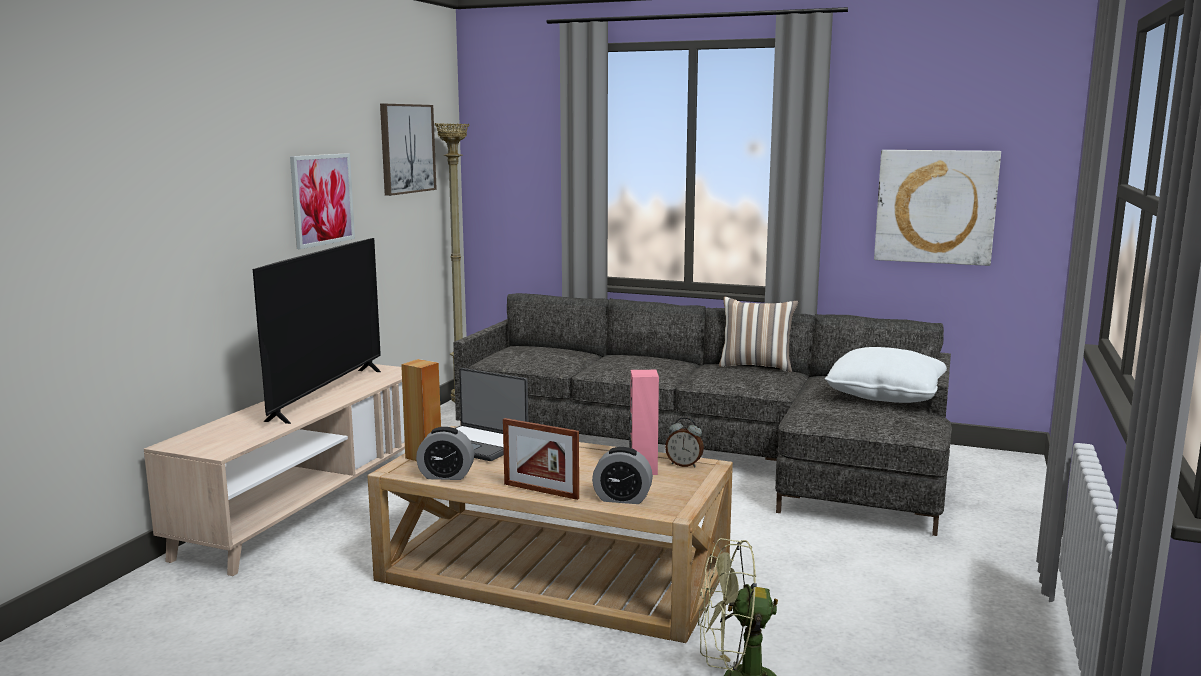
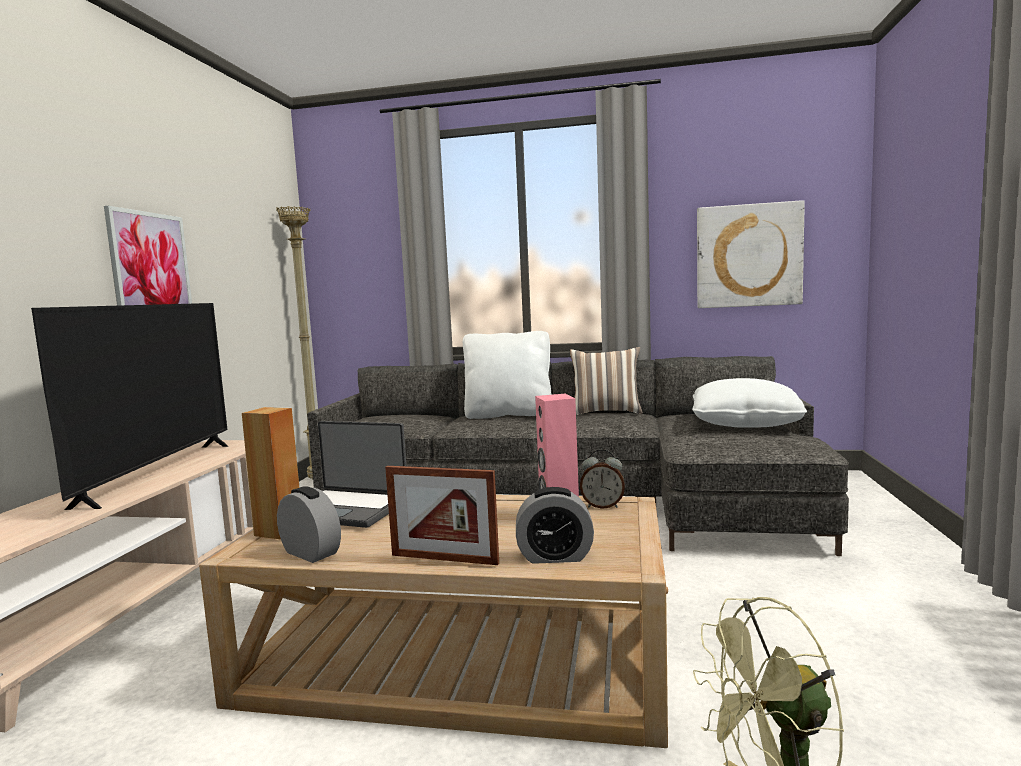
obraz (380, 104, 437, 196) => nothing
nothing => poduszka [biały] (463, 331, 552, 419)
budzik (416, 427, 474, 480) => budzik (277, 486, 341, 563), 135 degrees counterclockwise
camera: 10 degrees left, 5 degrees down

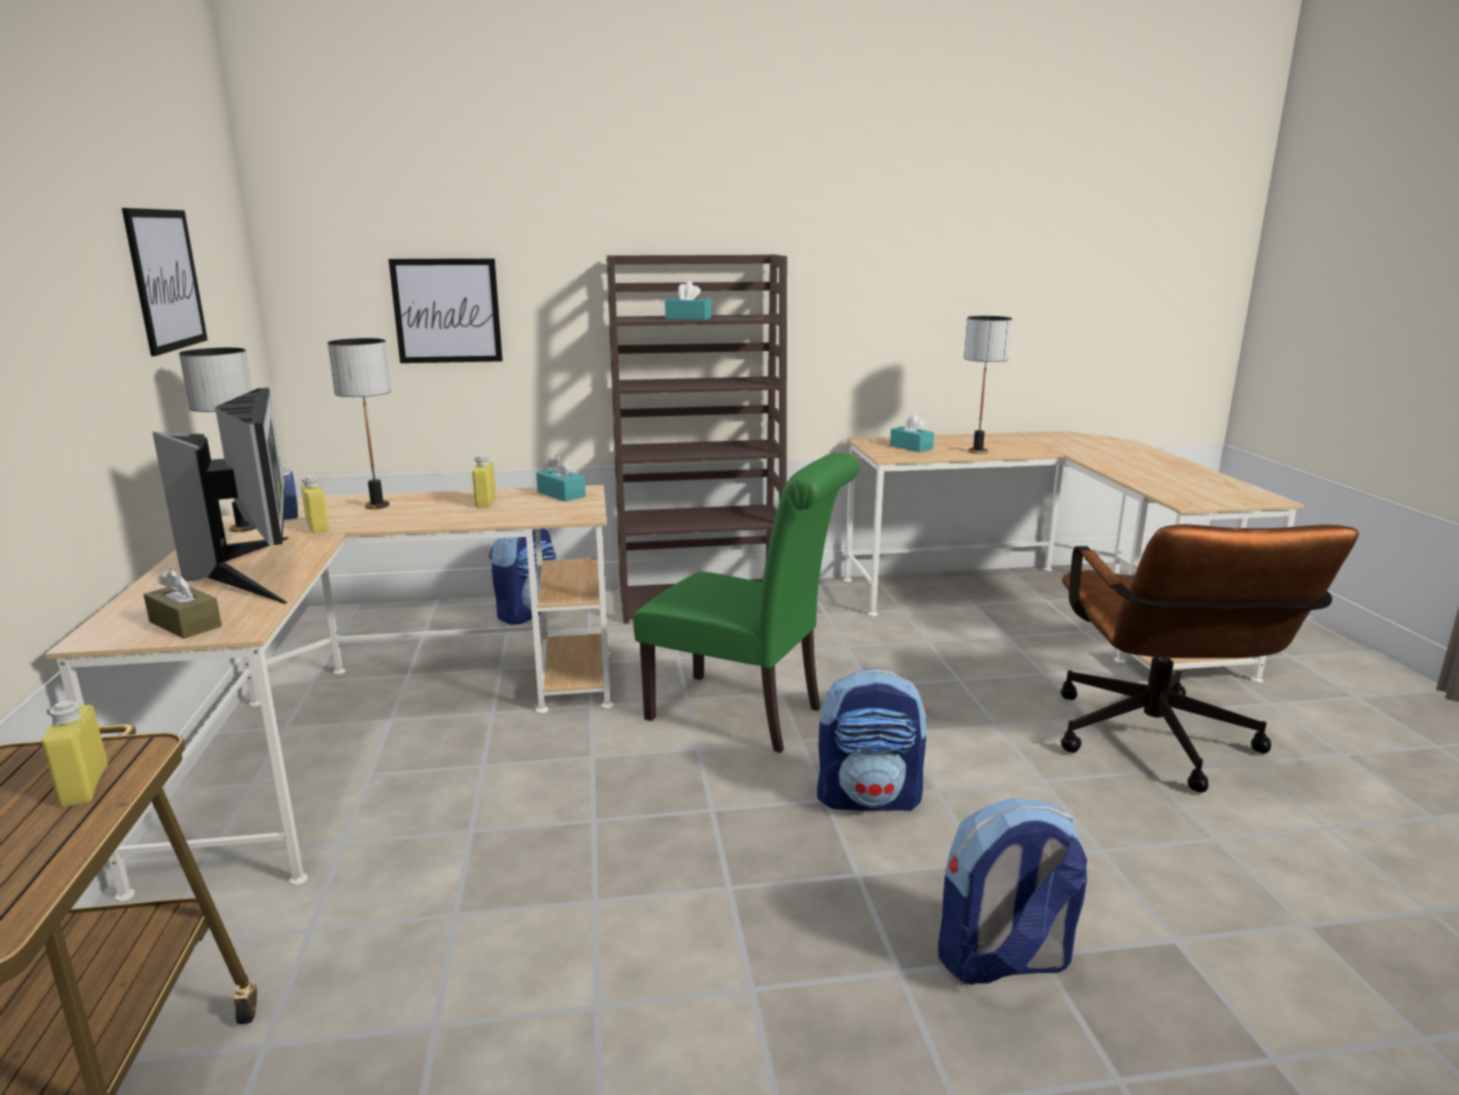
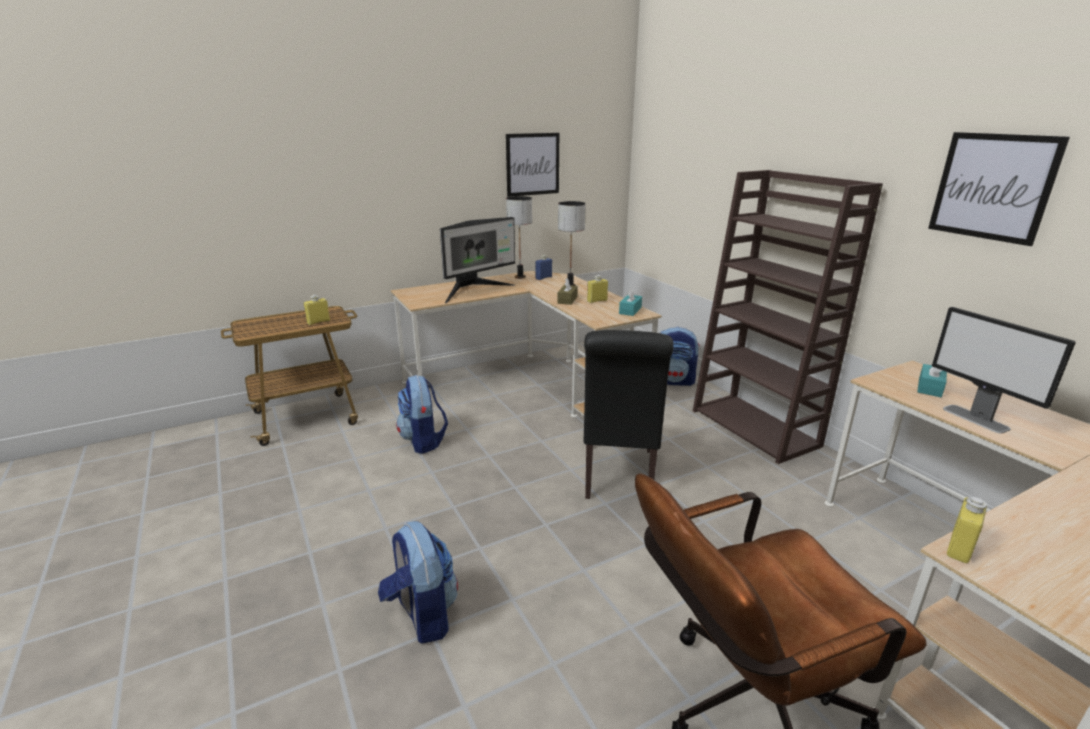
pudełko chusteczek [turkusowy] (665, 281, 711, 320) => nothing
pudełko chusteczek [brązowy] (144, 568, 222, 639) => pudełko chusteczek [brązowy] (558, 278, 578, 305), move
butelka [żółty] (301, 476, 329, 533) => butelka [żółty] (947, 497, 987, 563), move
obraz (389, 259, 503, 363) => obraz (928, 132, 1070, 246), move
plecak (817, 668, 928, 812) => plecak (396, 375, 448, 454), move
lampa stołowa (964, 316, 1012, 454) => monitor (932, 307, 1076, 433)
krzesło [zielony] (633, 452, 860, 753) => krzesło [czarny] (583, 330, 674, 499)
camera: 70 degrees right, 5 degrees up

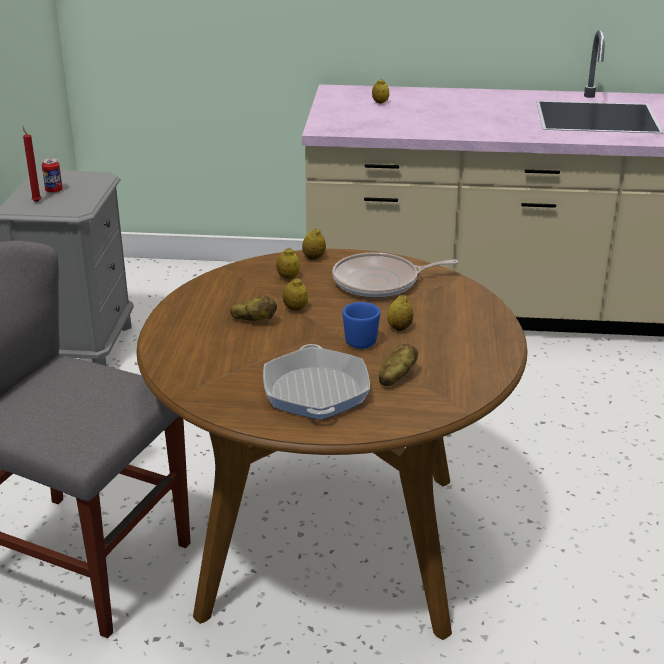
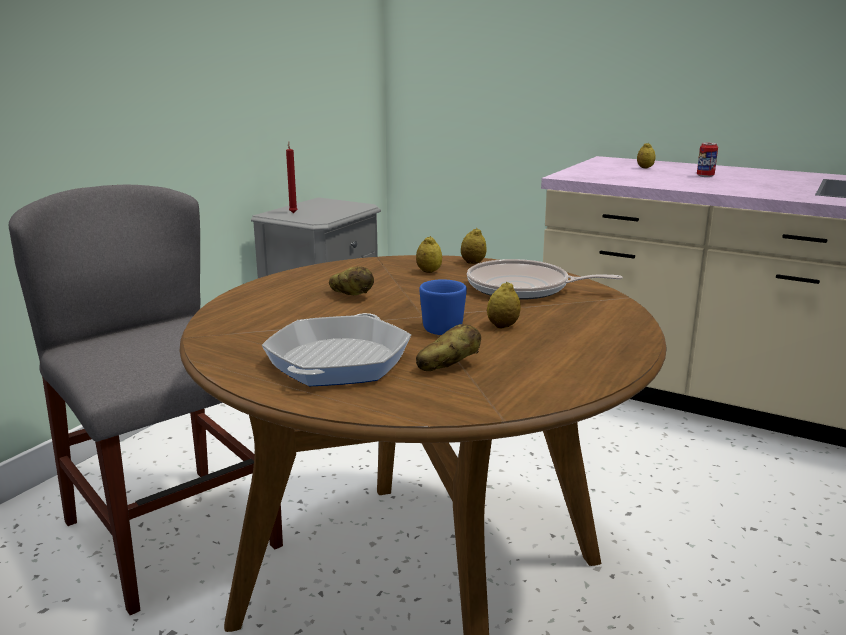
cytryna (283, 278, 308, 311) => nothing
puszka (42, 158, 63, 193) => puszka (697, 142, 718, 177), move
camera: 25 degrees right, 10 degrees down

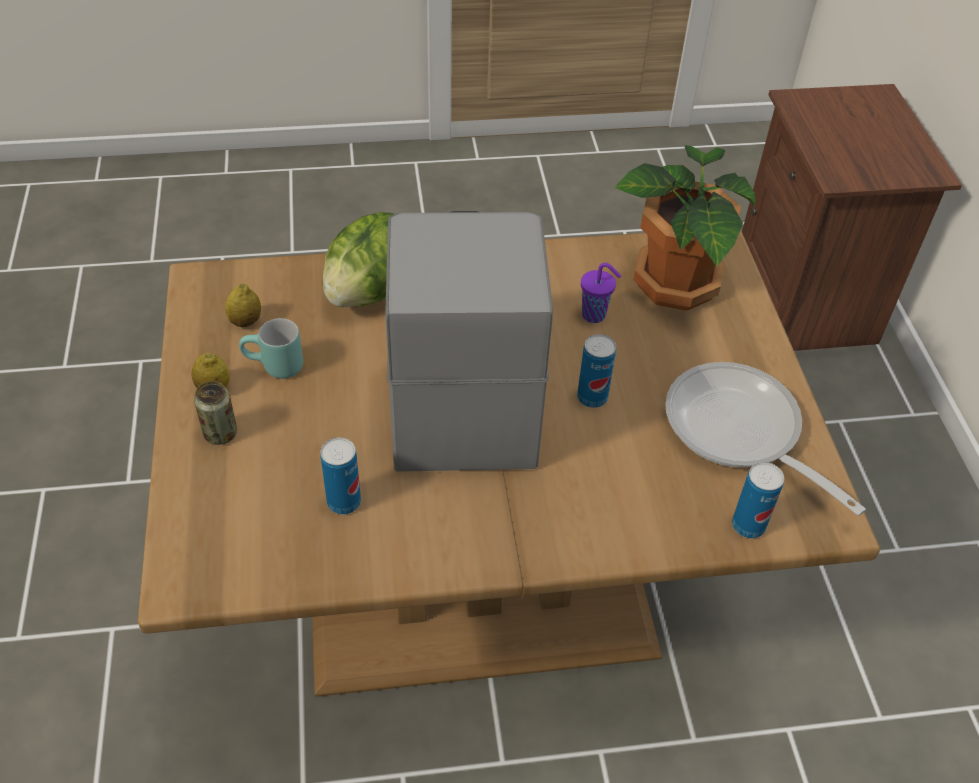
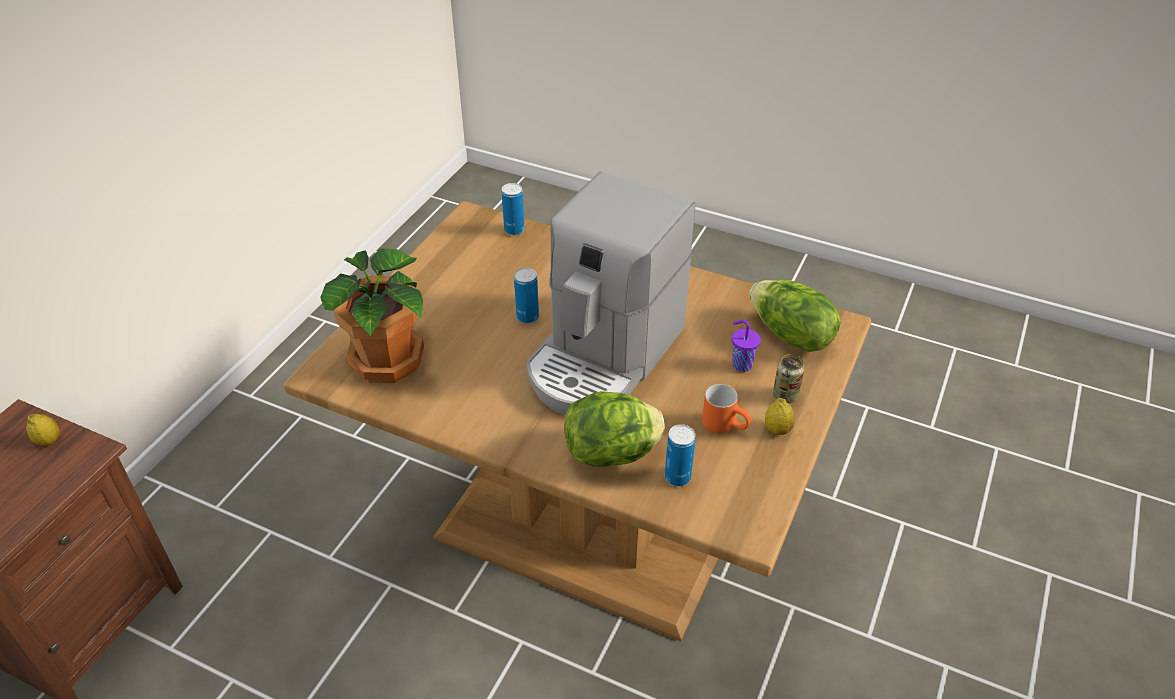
patelnia (665, 362, 866, 516) => nothing
nothing => sałata (749, 280, 841, 352)
cytryna (226, 284, 261, 327) => cytryna (26, 414, 60, 446), move
puszka (320, 437, 361, 515) => puszka (665, 424, 696, 486), move
filiżanka [fioletowy] (581, 263, 621, 323) => filiżanka [fioletowy] (732, 320, 761, 372), move
kubek [turkusowy] (239, 318, 303, 379) => kubek [pomarańczowy] (702, 384, 751, 434)
camera: 145 degrees left, 5 degrees down

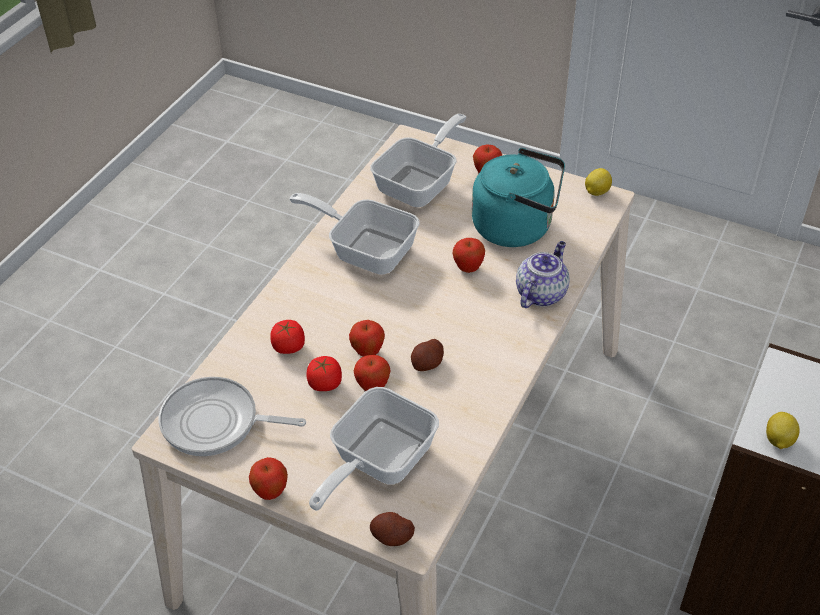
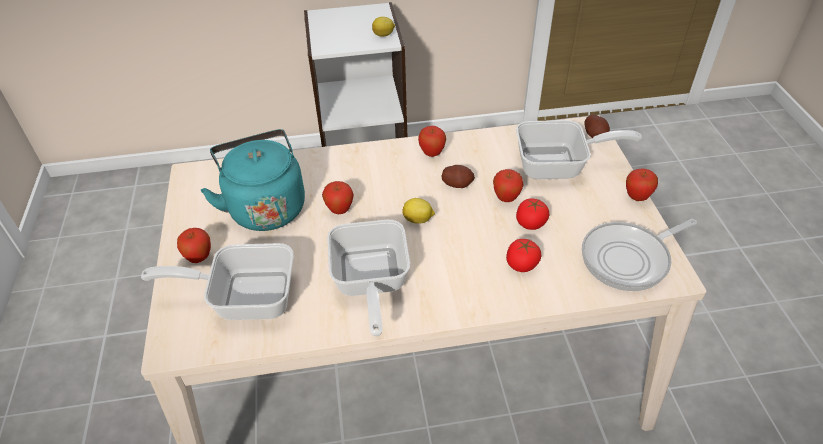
imbryk (516, 241, 570, 308) => nothing
jabłko (349, 320, 385, 357) => jabłko (418, 126, 446, 157), move
cytryna (585, 168, 612, 196) => cytryna (402, 198, 435, 224), move
patelnia (159, 377, 306, 456) => patelnia (582, 219, 697, 291), 90 degrees clockwise
camera: 125 degrees left, 0 degrees up

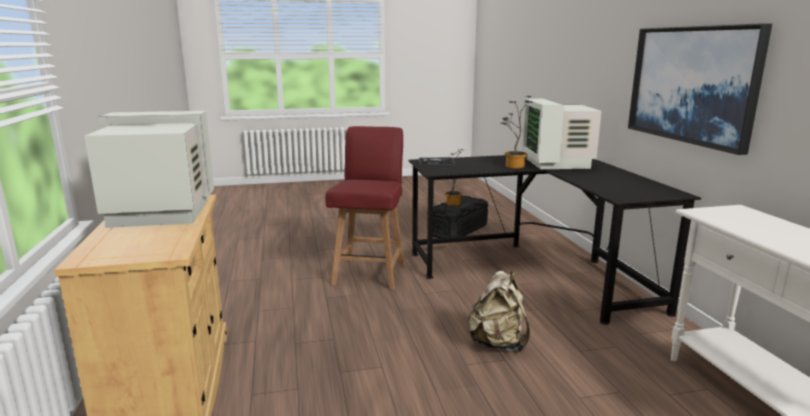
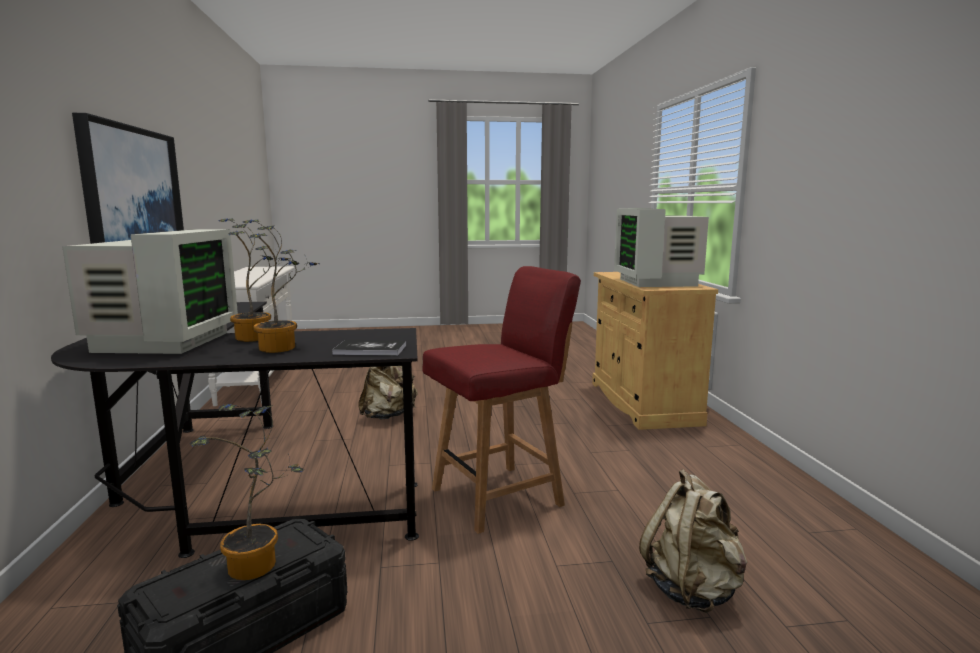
nothing => roślina doniczkowa (243, 220, 320, 353)
nothing => plecak [beżowy] (639, 469, 748, 613)
monitor (84, 111, 214, 228) => monitor (614, 209, 709, 287), 90 degrees clockwise
krzesło [czerwony] (325, 126, 404, 290) => krzesło [czerwony] (422, 266, 581, 534), 135 degrees counterclockwise
camera: 175 degrees left, 5 degrees down

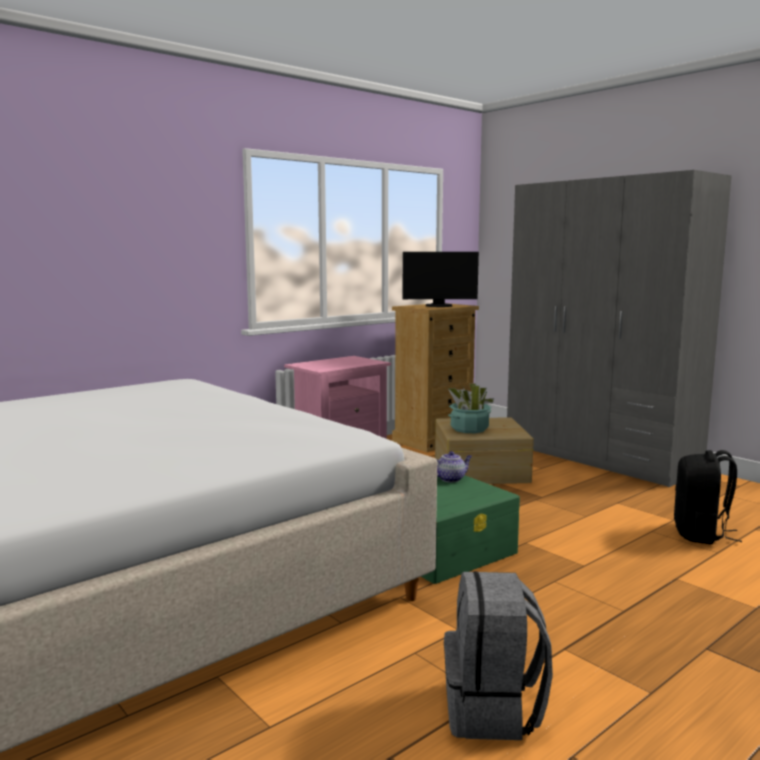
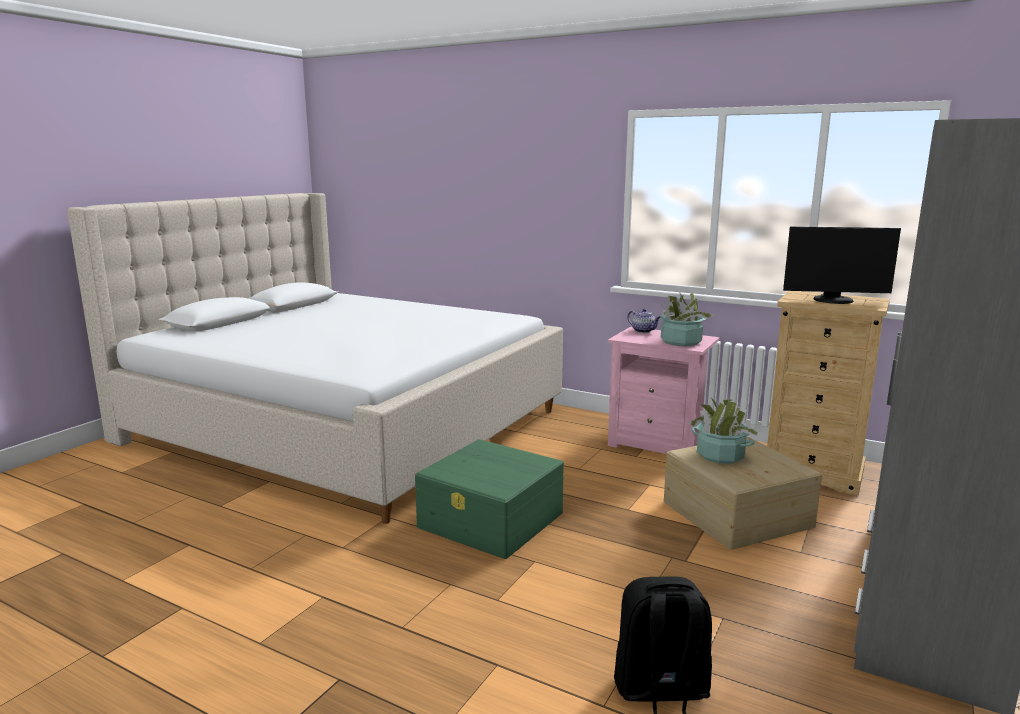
plecak [szary] (444, 571, 553, 740) => nothing
nothing => roślina doniczkowa (660, 292, 715, 346)
imbryk (436, 451, 472, 482) => imbryk (627, 308, 661, 333), move
monitor (402, 252, 479, 307) => monitor (783, 227, 901, 304), 60 degrees counterclockwise
camera: 70 degrees right, 5 degrees up

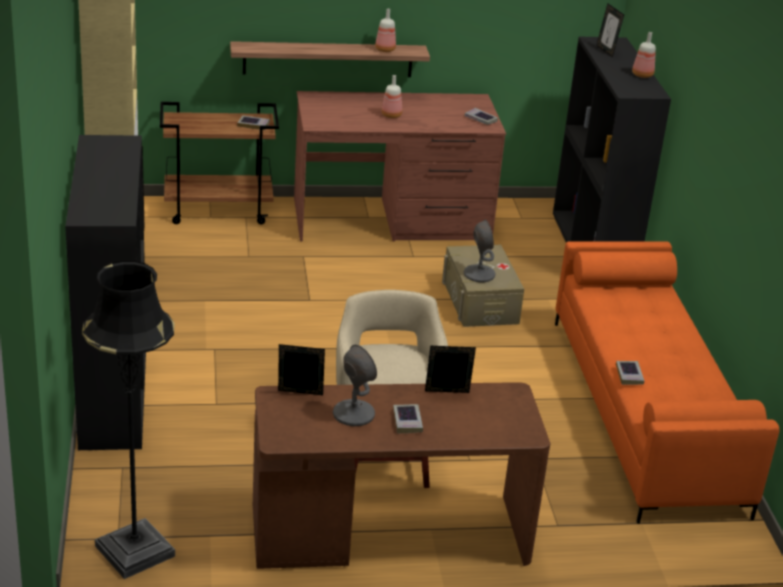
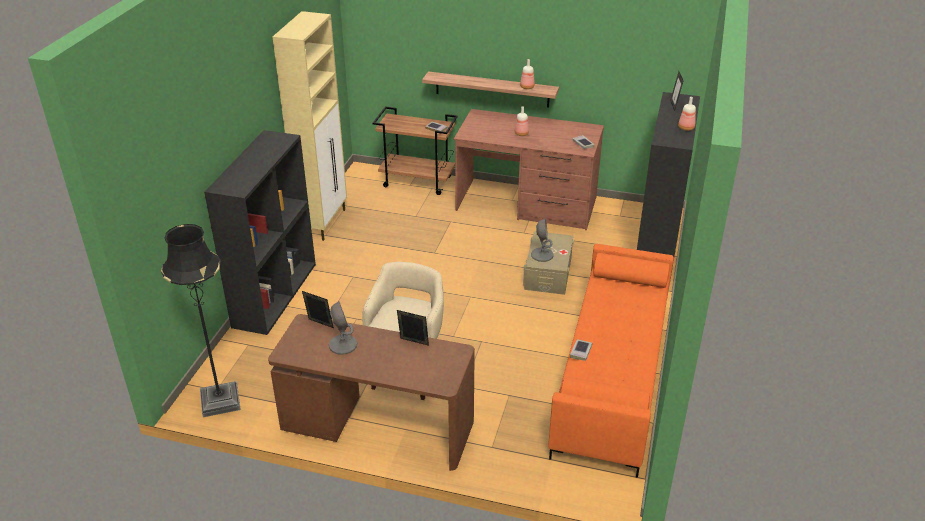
książka (393, 404, 423, 433) => nothing
camera: 25 degrees right, 5 degrees up

